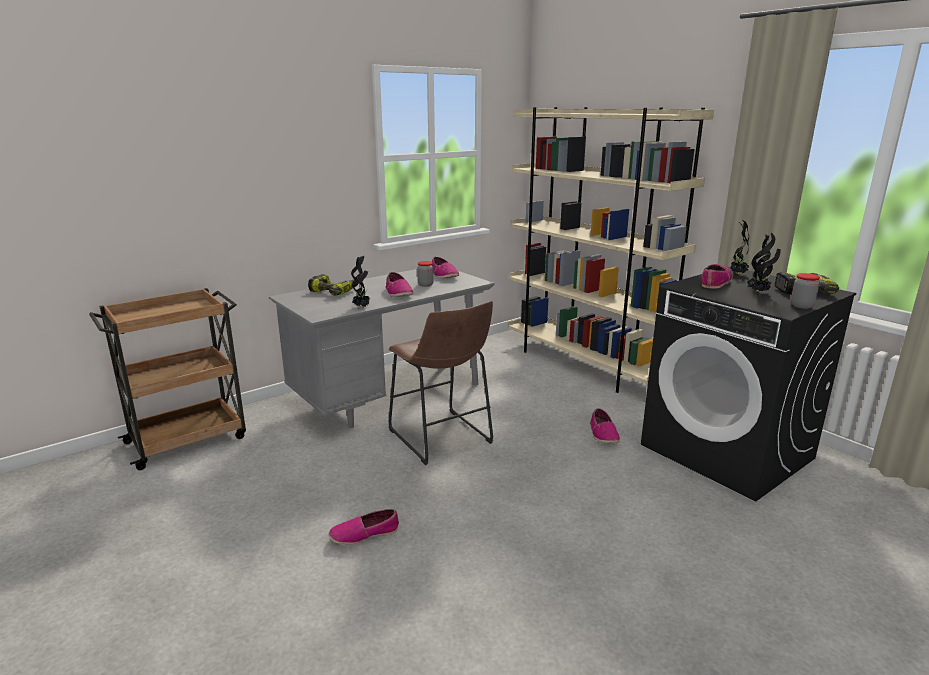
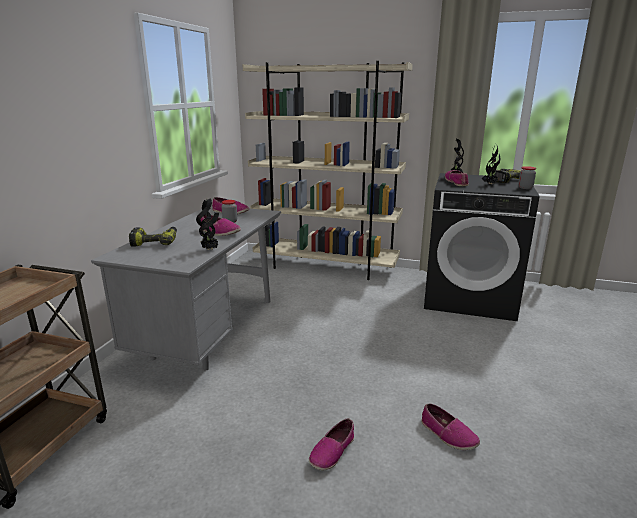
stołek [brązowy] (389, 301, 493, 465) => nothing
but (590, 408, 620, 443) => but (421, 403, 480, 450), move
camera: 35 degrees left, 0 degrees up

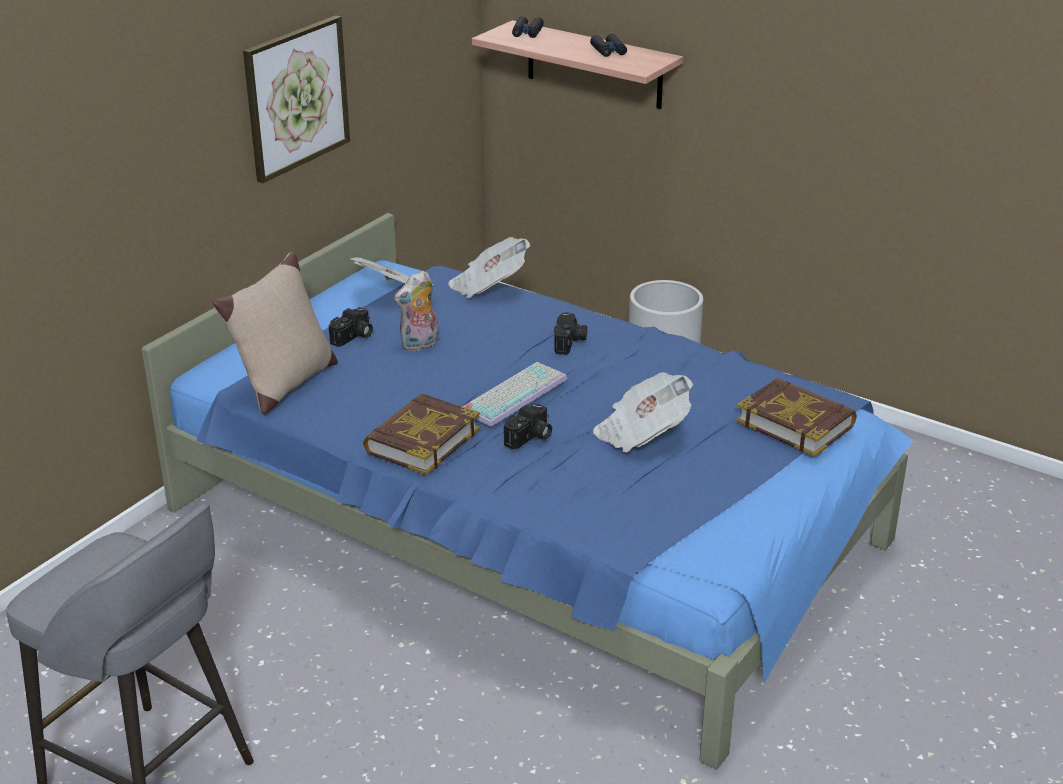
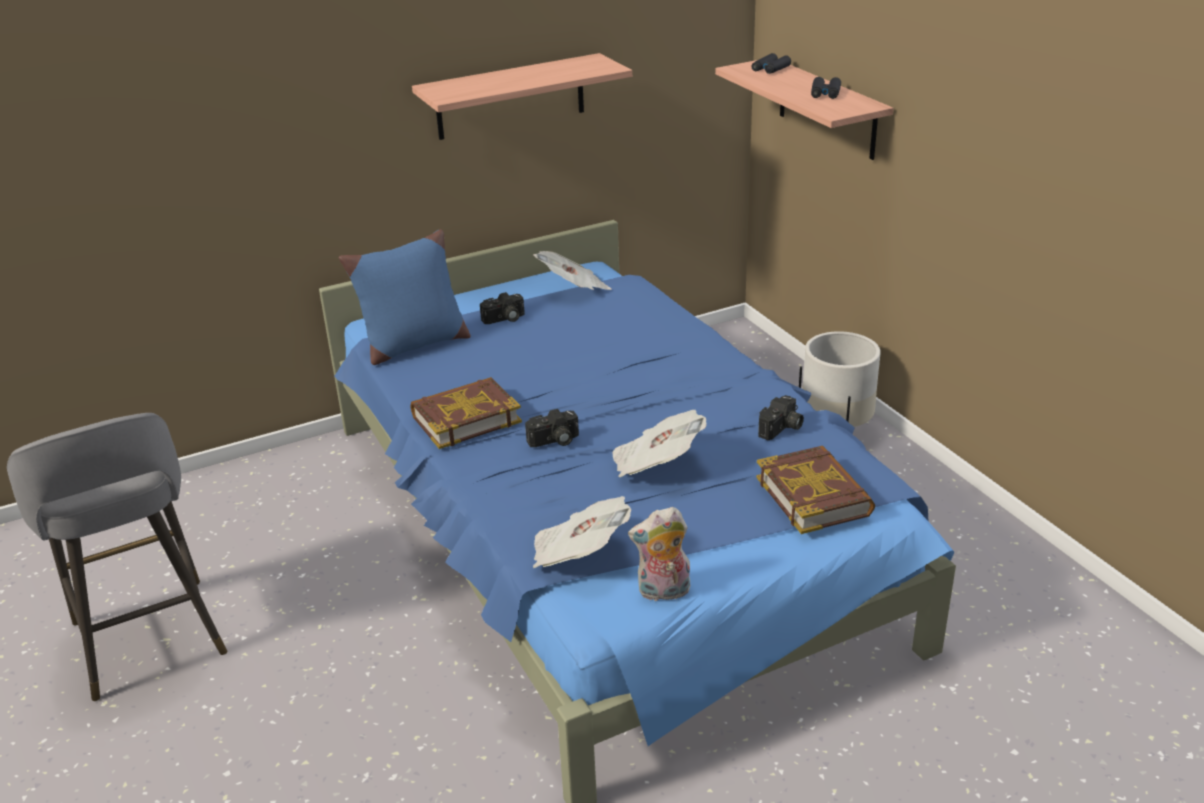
klawiatura (463, 362, 567, 427) => nothing
pluszak (394, 270, 439, 351) => pluszak (628, 507, 690, 601), move
gazeta (448, 237, 530, 298) => gazeta (533, 496, 631, 568), move
aparat fotograficzny (554, 312, 587, 355) => aparat fotograficzny (758, 395, 804, 440), move
obraz (243, 15, 350, 183) => półka (412, 53, 632, 140)
poduszka [beżowy] (212, 252, 338, 414) => poduszka [niebieski] (339, 229, 471, 365)
camera: 30 degrees right, 0 degrees up

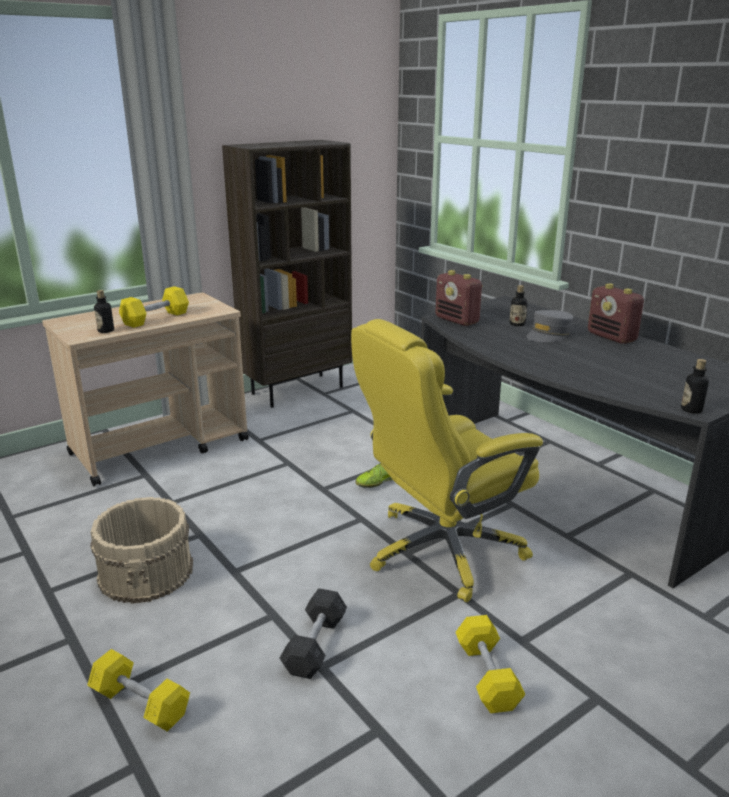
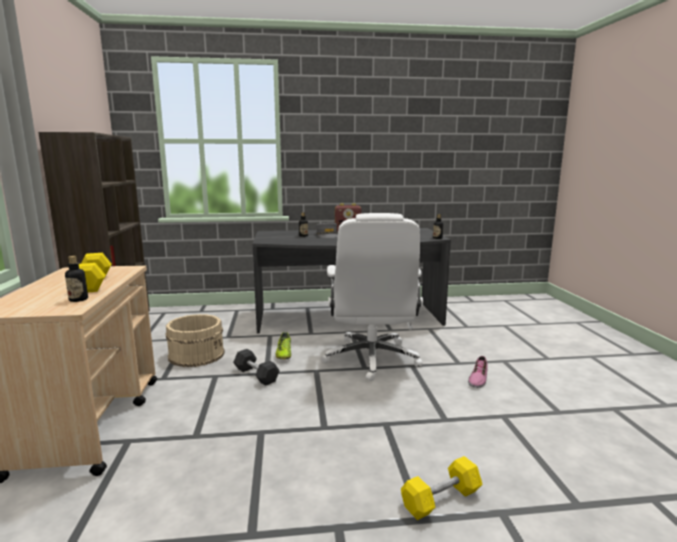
radio (436, 270, 483, 326) => nothing
wiadro [beżowy] (90, 497, 193, 604) => wiadro [beżowy] (165, 314, 225, 367), move
hantel [szary] (279, 588, 347, 679) => hantel [szary] (233, 349, 280, 386), move
hantel [żółty] (456, 615, 525, 713) => but (468, 356, 488, 388)
krzesło biurowe [żółty] (351, 319, 543, 602) => krzesło biurowe [biały] (321, 213, 423, 381)
camera: 60 degrees left, 10 degrees down

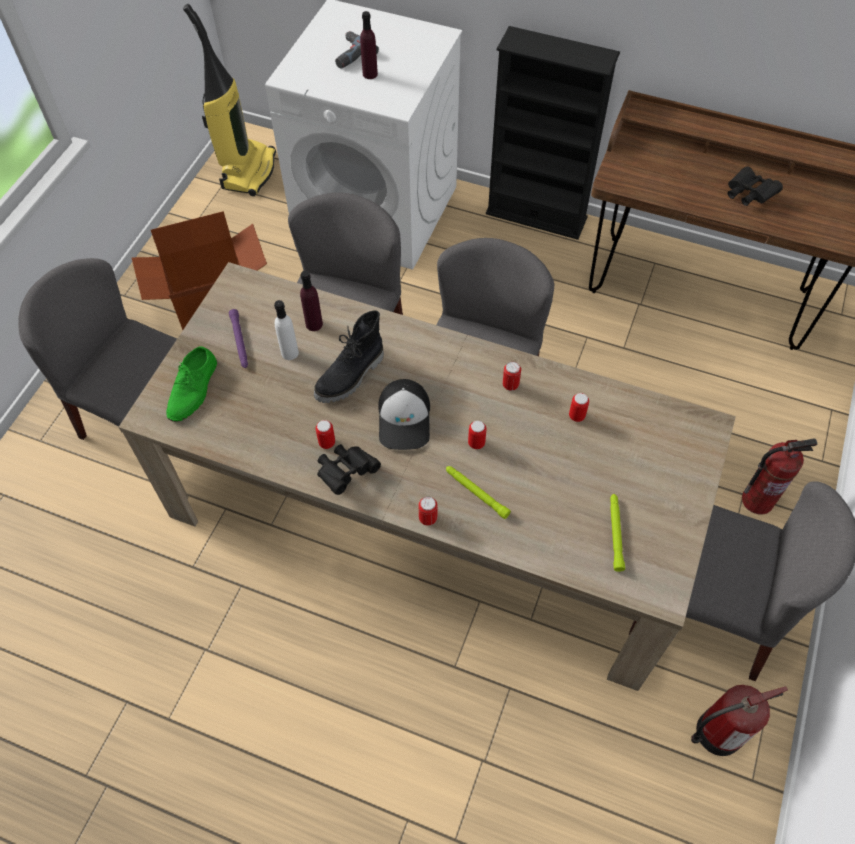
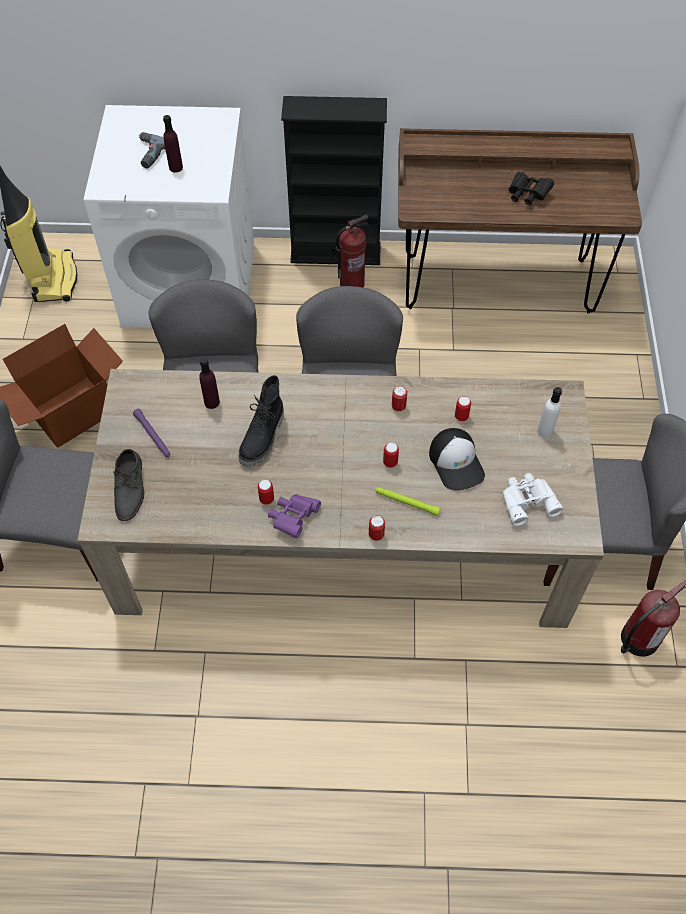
butelka [biały] (274, 300, 299, 360) => butelka [biały] (537, 387, 562, 438), move
czapka z daszkiem (378, 379, 430, 450) => czapka z daszkiem (429, 428, 485, 491), move
gaśnica (742, 438, 818, 515) => gaśnica (336, 215, 369, 288), move
latarka [zielony] (610, 494, 625, 572) => lornetka [biały] (502, 473, 563, 526)
but [zielony] (166, 347, 217, 422) => but [szary] (113, 449, 144, 521)
lornetka [czarny] (317, 444, 381, 495) => lornetka [fioletowy] (268, 494, 321, 538)
camera: 20 degrees left, 0 degrees up

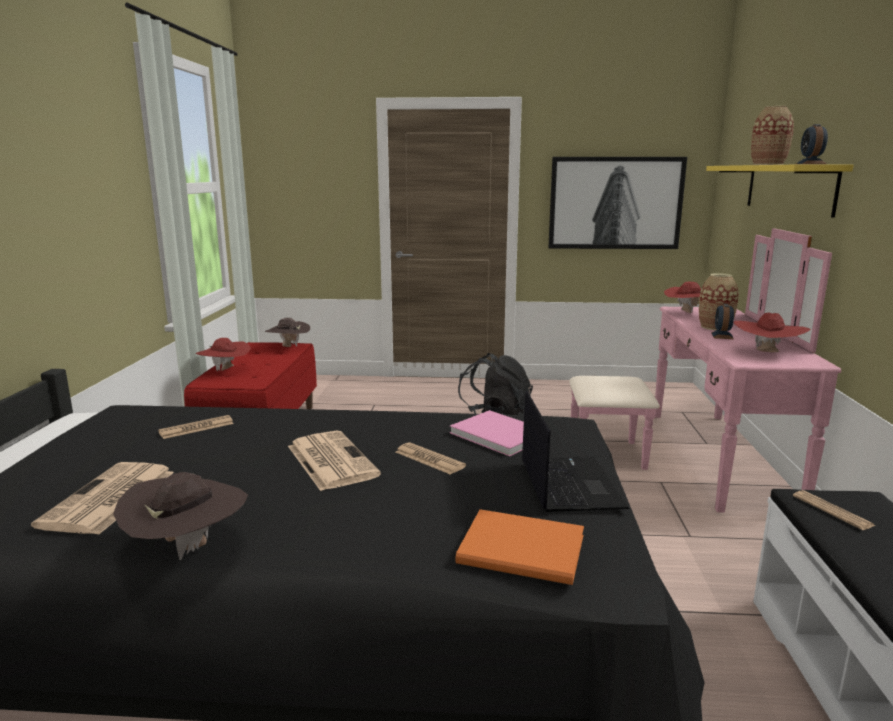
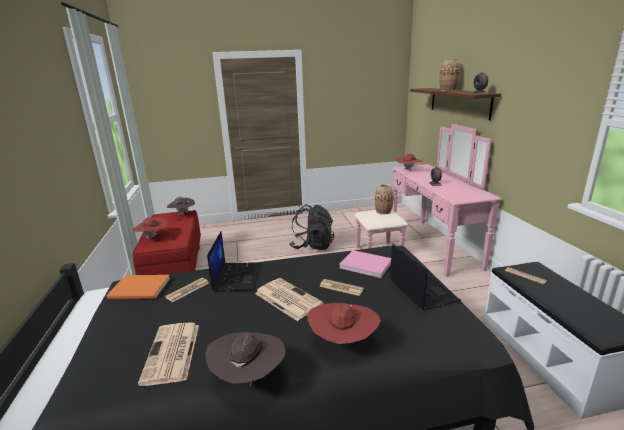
obraz (548, 157, 687, 249) => nothing
nothing => laptop (207, 231, 261, 292)
książka [pomarańczowy] (456, 509, 584, 585) => książka [pomarańczowy] (106, 275, 170, 299), move
wazon (699, 273, 739, 330) => wazon (375, 184, 394, 215), move
kapelusz [czerwony] (733, 312, 811, 352) => kapelusz [czerwony] (307, 303, 381, 344), move
półka [żółty] (706, 164, 854, 218) => półka [brązowy] (410, 88, 501, 120)
camera: 15 degrees left, 5 degrees up

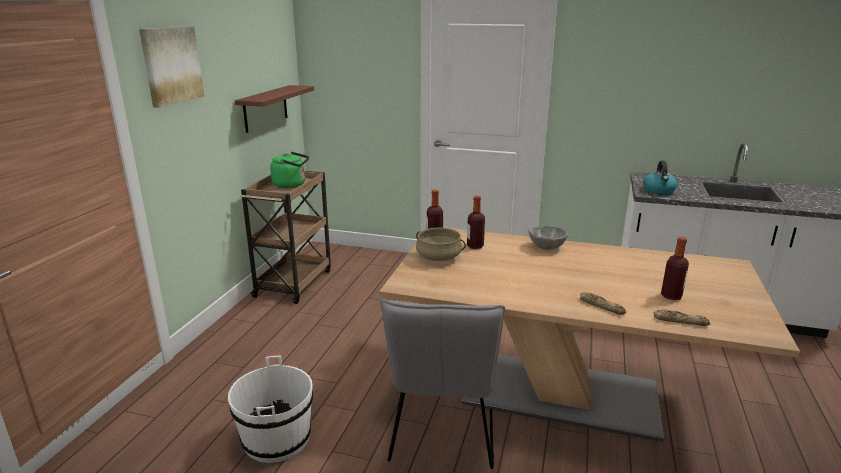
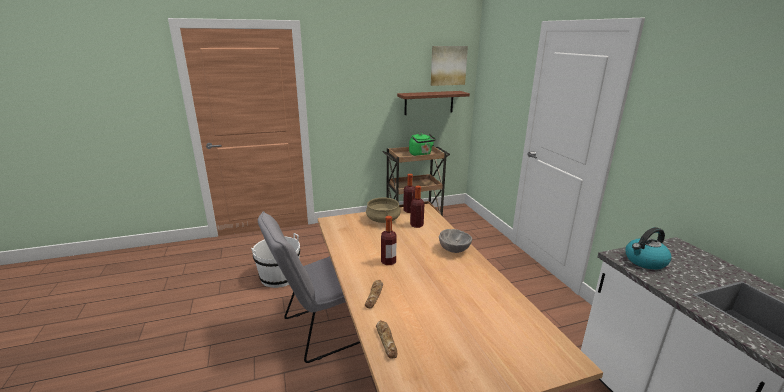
obraz (139, 26, 204, 108) => obraz (431, 46, 468, 86), move
butelka (661, 237, 689, 300) => butelka (381, 216, 396, 265), move
camera: 55 degrees right, 0 degrees up

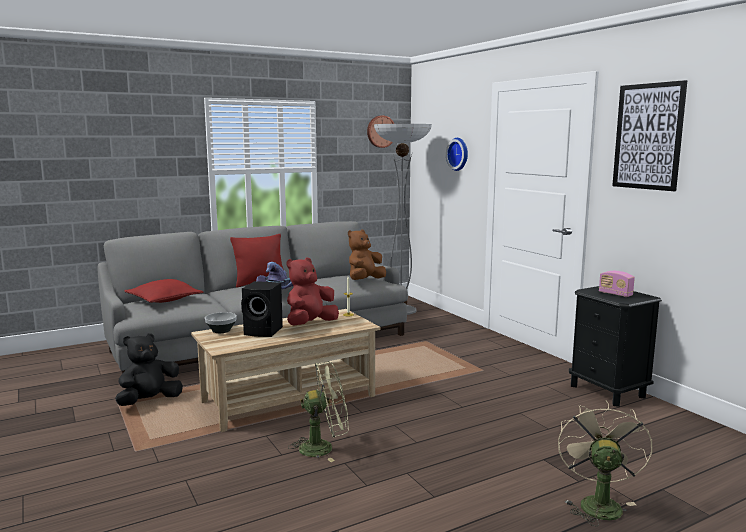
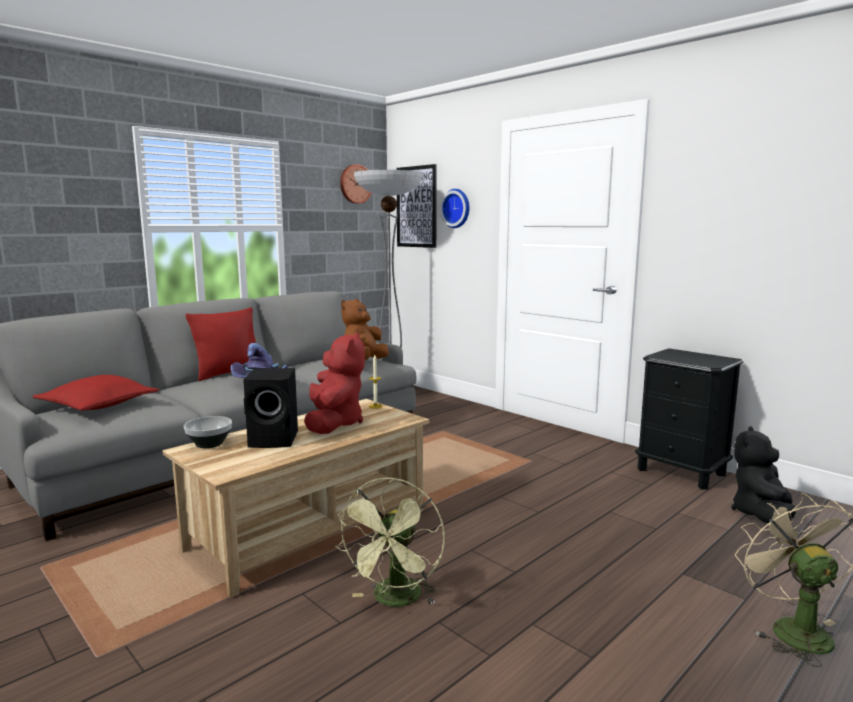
radio (599, 271, 635, 297) => nothing
pluszak [czarny] (115, 333, 183, 406) => pluszak [czarny] (731, 426, 796, 523), move
obraz (612, 80, 687, 191) => obraz (396, 164, 437, 248), move
pluszak [czerwony] (287, 258, 339, 325) => pluszak [czerwony] (304, 332, 365, 434), 150 degrees clockwise
wentylator [zielony] (288, 361, 349, 462) => wentylator [zielony] (335, 477, 445, 607), 135 degrees clockwise
camera: 15 degrees left, 0 degrees up

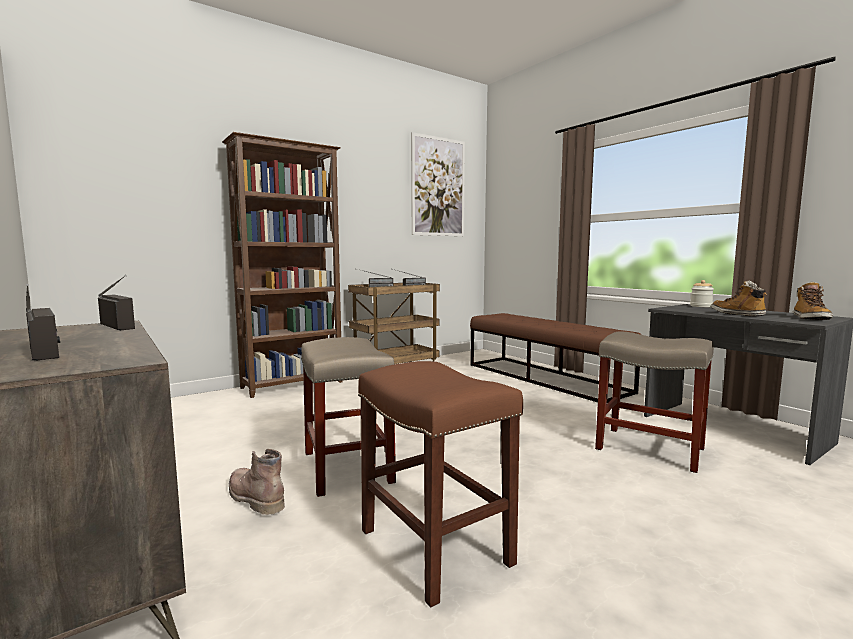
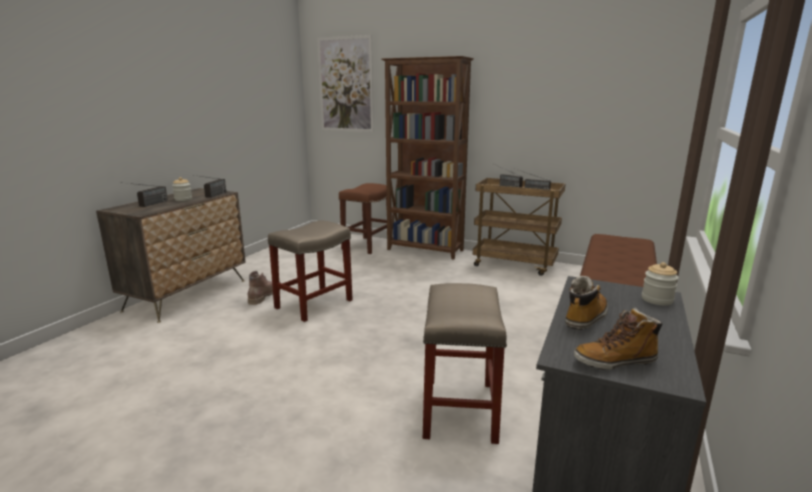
nothing => słoik (172, 177, 192, 201)
stołek [brązowy] (358, 361, 523, 608) => stołek [brązowy] (339, 183, 392, 254), move
obraz (411, 132, 465, 236) => obraz (317, 35, 374, 132), move
camera: 60 degrees right, 10 degrees up

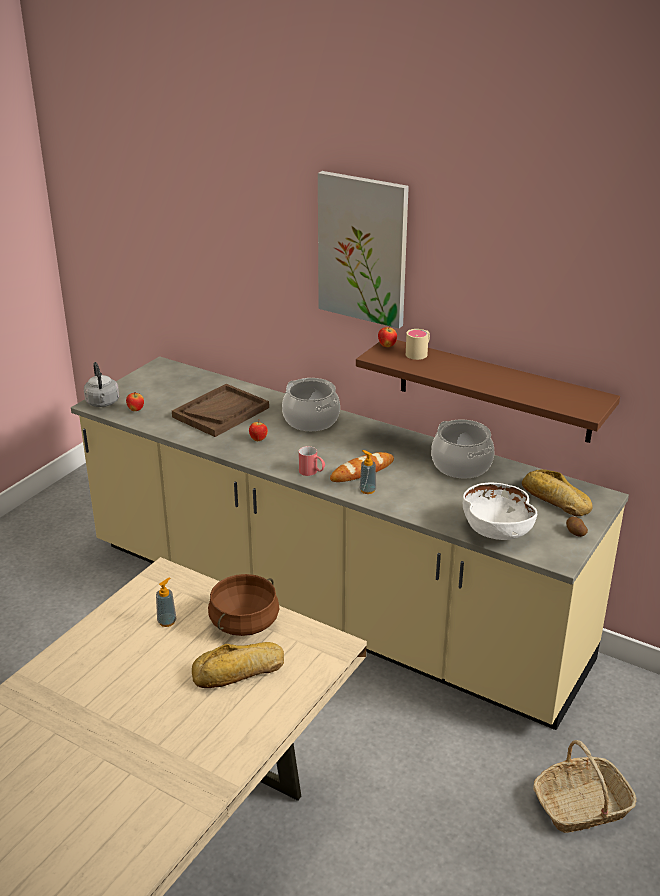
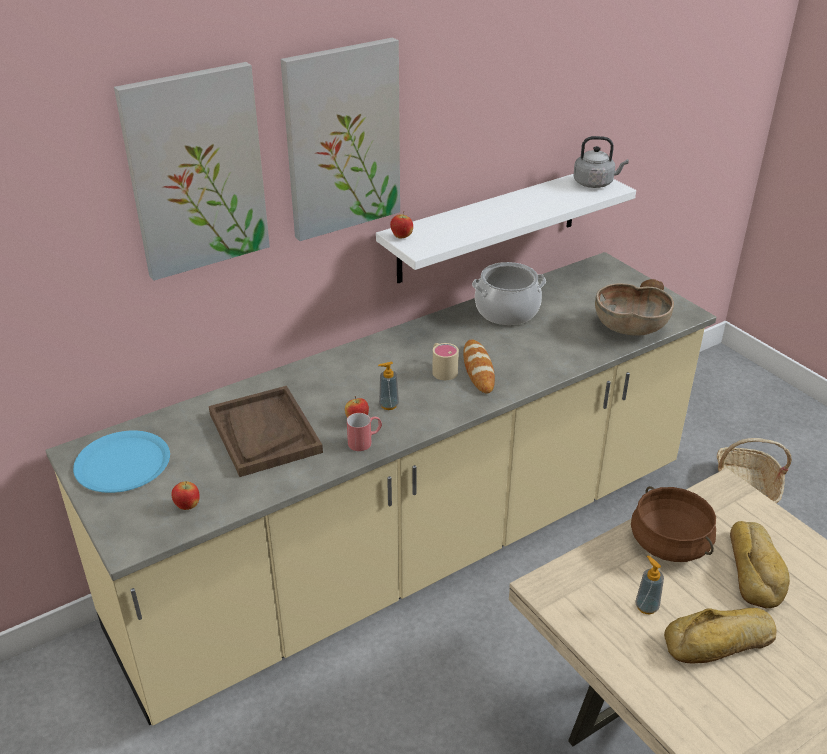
garnek (282, 378, 340, 431) => nothing
nothing => talerz [niebieski] (73, 431, 170, 493)
nothing => obraz (114, 62, 270, 281)
czajnik [szary] (84, 362, 119, 407) => czajnik [szary] (573, 136, 629, 188), move
kubek [czerwony] (299, 446, 325, 476) => kubek [czerwony] (347, 413, 382, 451), move
dozownik mydła (360, 450, 376, 494) => dozownik mydła (378, 361, 399, 410), move
kubek [beżowy] (406, 329, 430, 360) => kubek [beżowy] (432, 343, 459, 380), move
chleb (522, 469, 592, 516) => chleb (664, 608, 776, 663), move
półka [brązowy] (356, 340, 620, 443) => półka [biały] (376, 174, 636, 283)
miska [biały] (463, 482, 537, 540) => miska [brązowy] (595, 283, 674, 336)
camera: 65 degrees left, 5 degrees up

